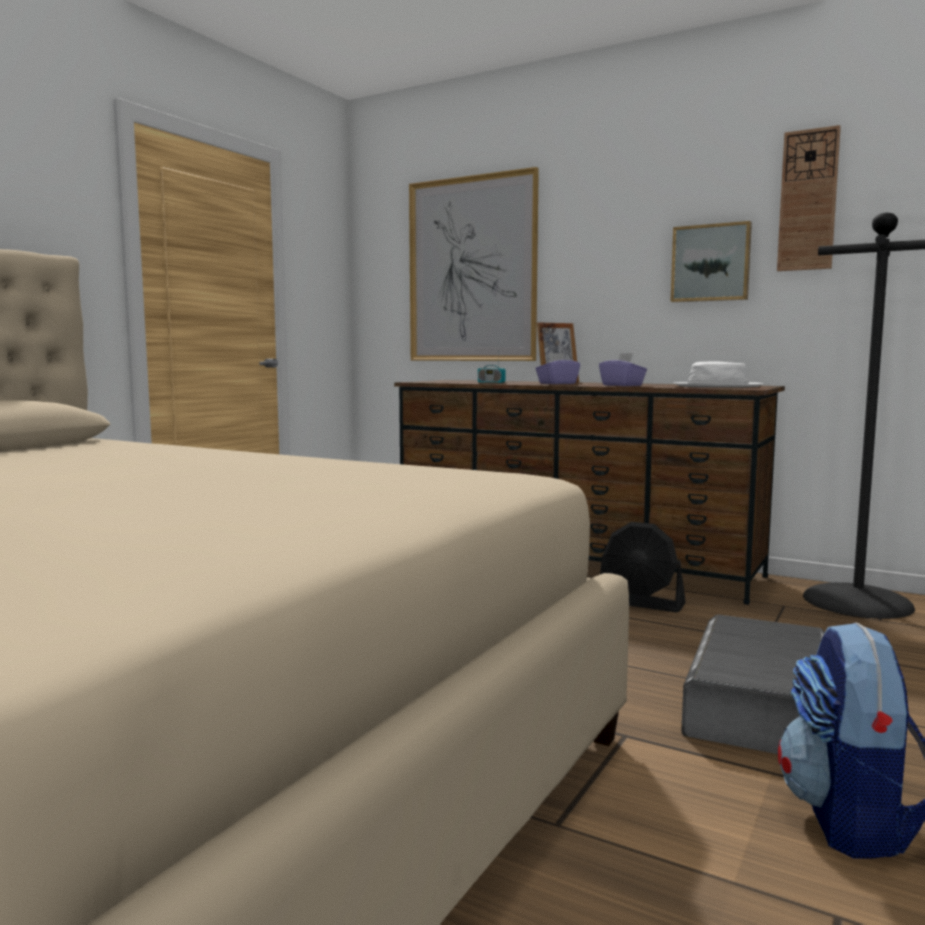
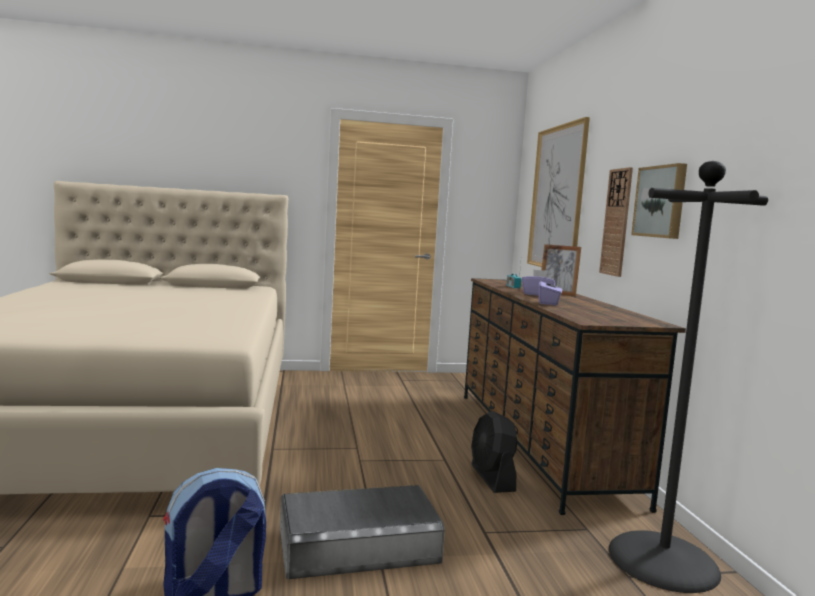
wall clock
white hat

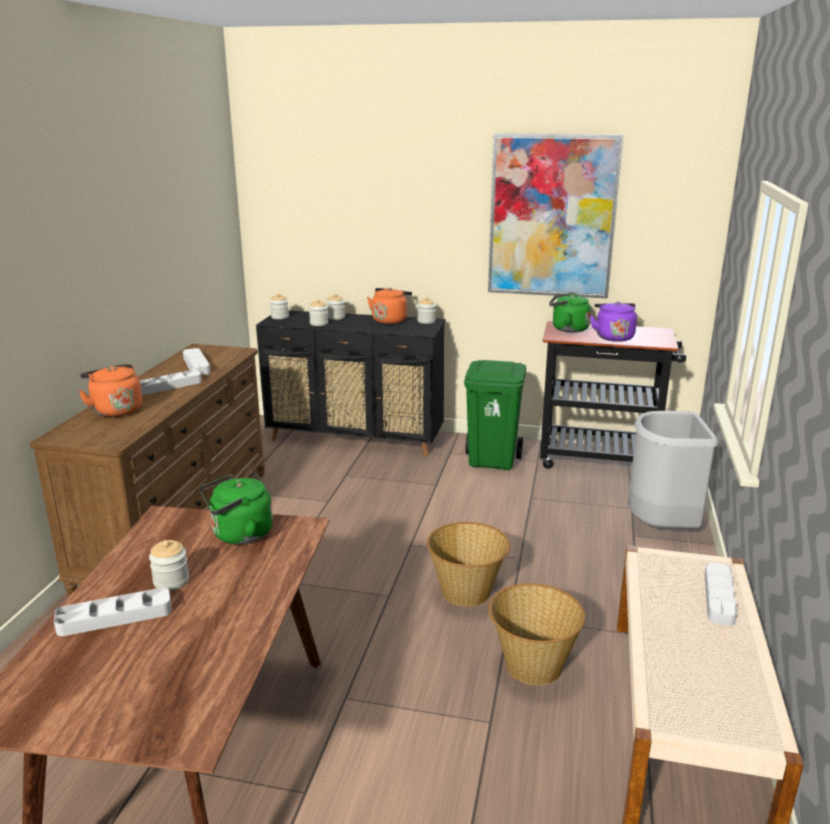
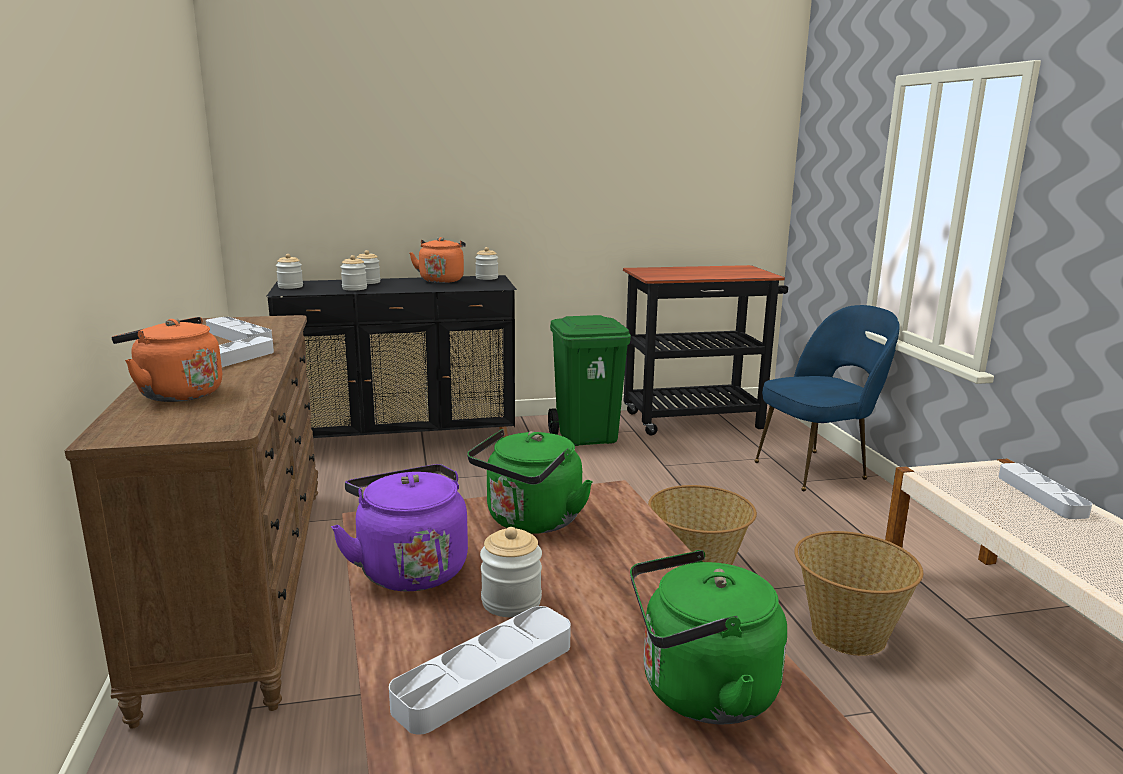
picture
green kettle (2nd from left)
purple kettle
blue chair

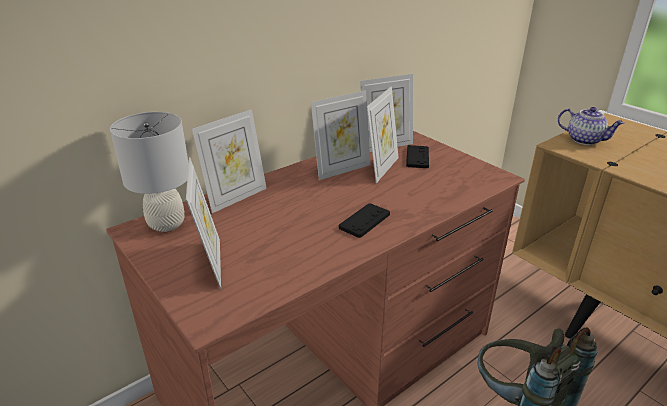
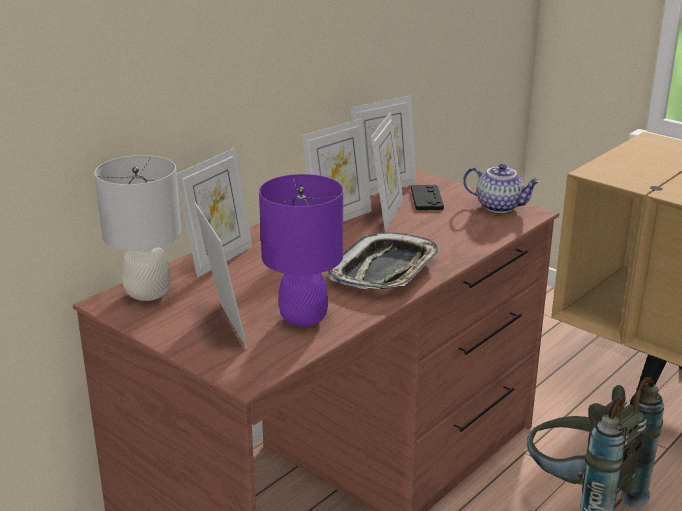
teapot
tray
purple table lamp

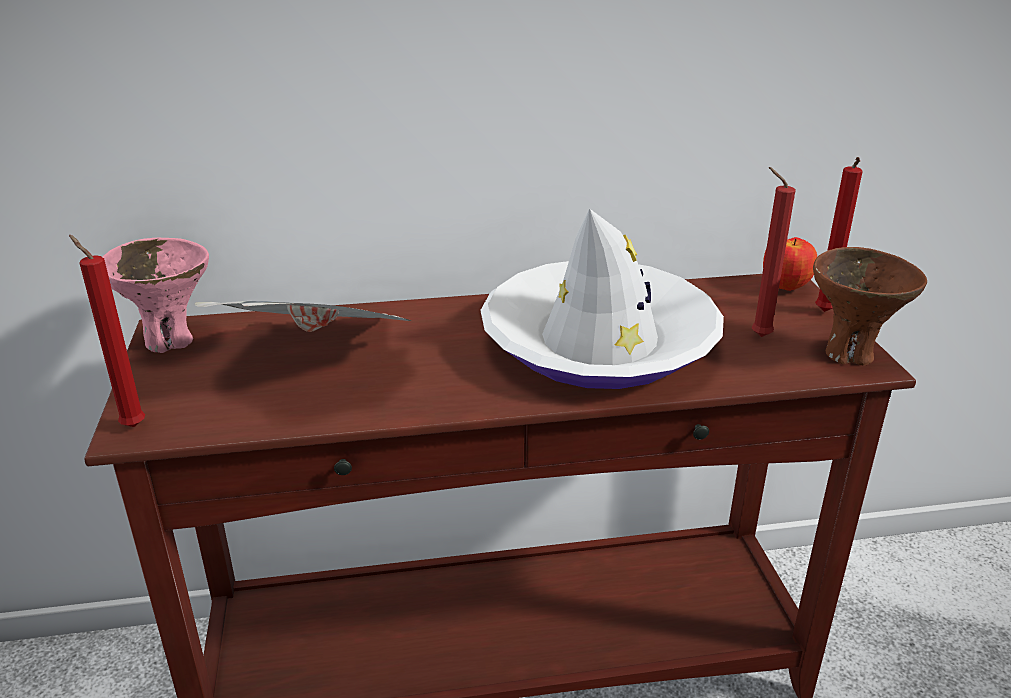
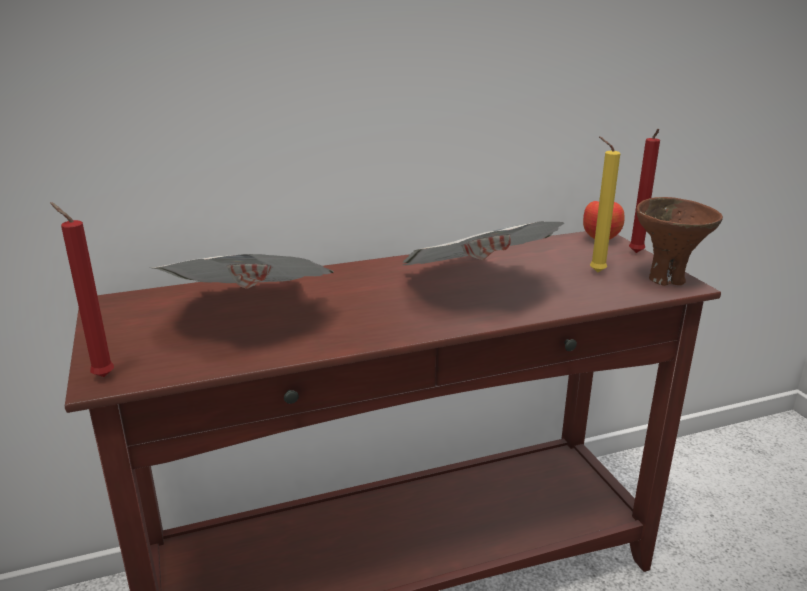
yellow candle
newspaper (2nd from left)
pink bowl

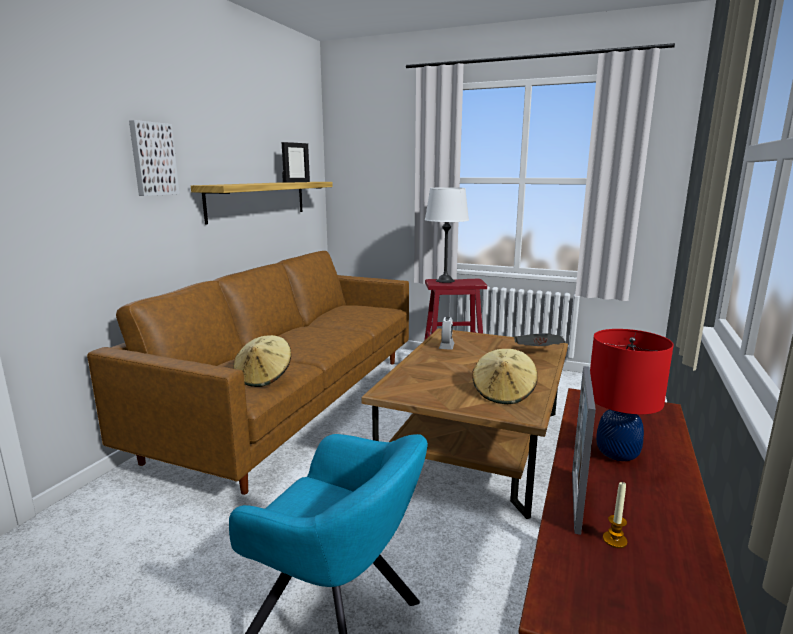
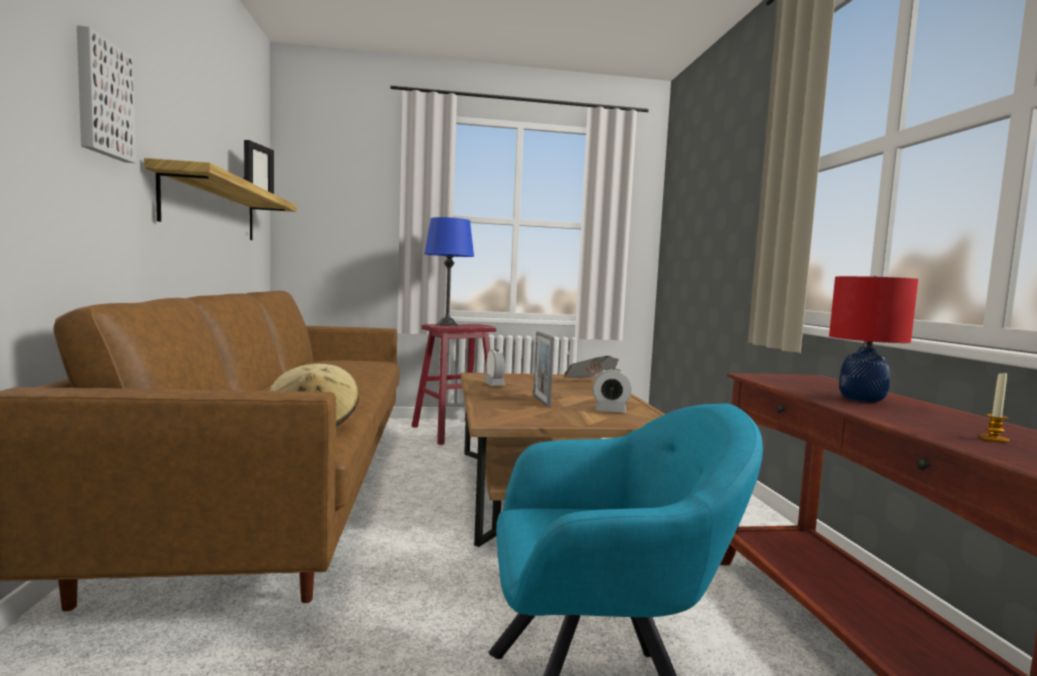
blue table lamp
alarm clock (2nd from left)
picture frame (2nd from left)

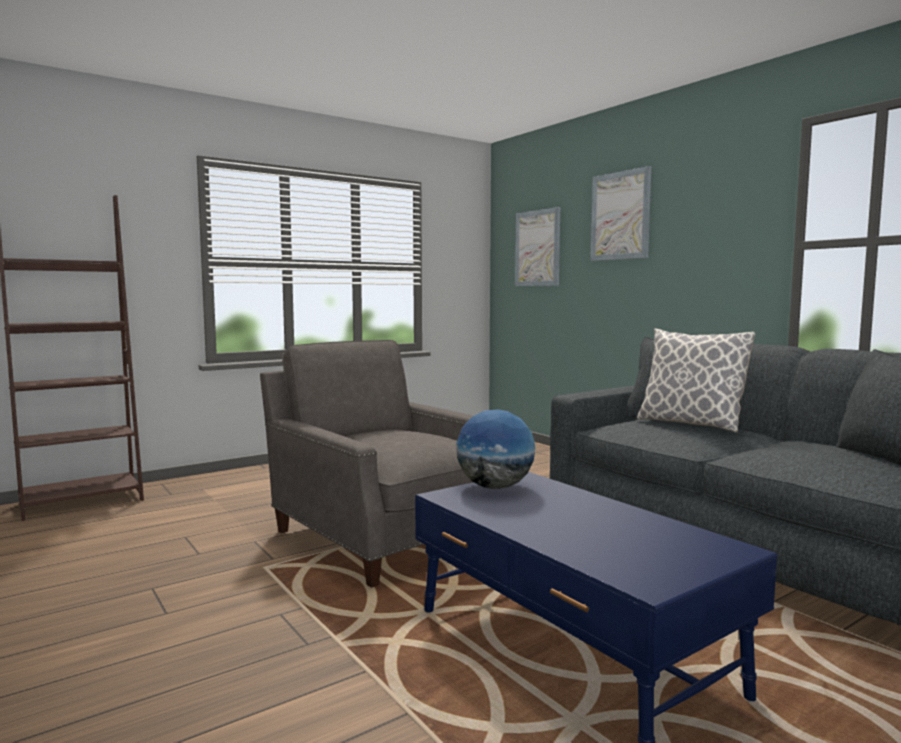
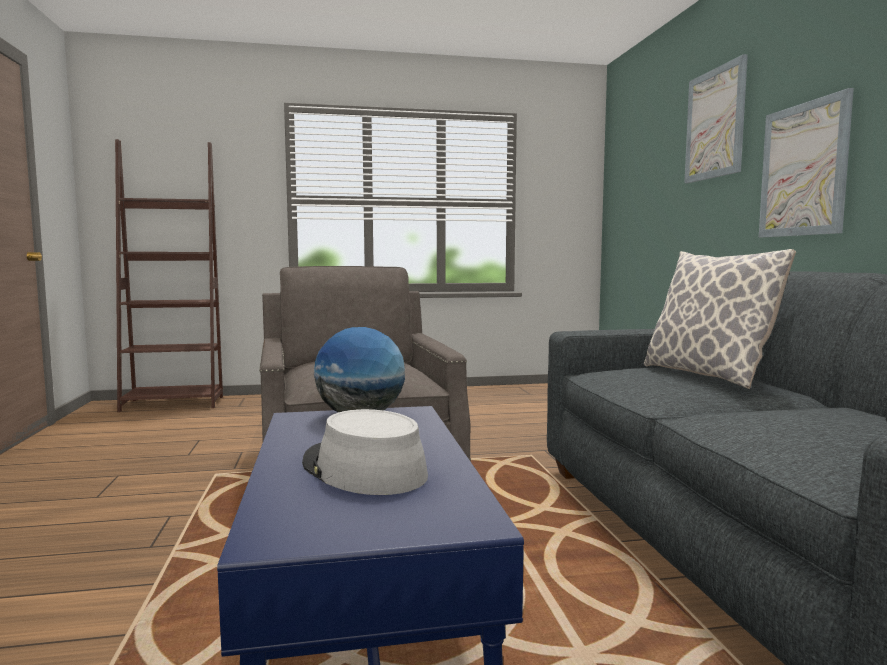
picture (2nd from left)
grey hat

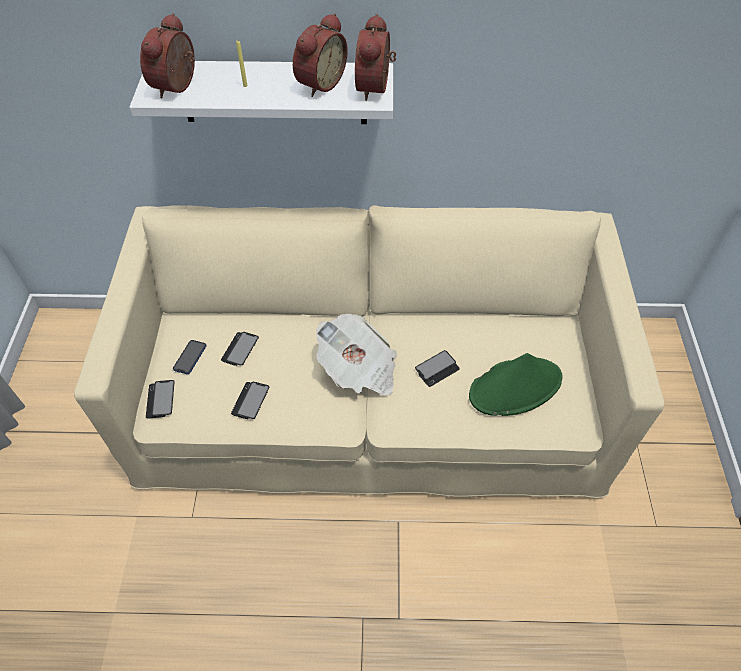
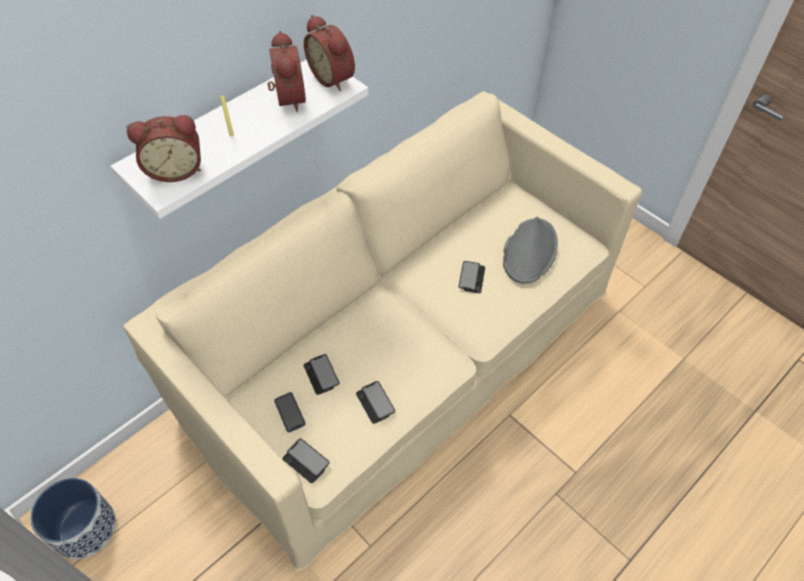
alarm clock (1st from left)
newspaper
grey hat
planter

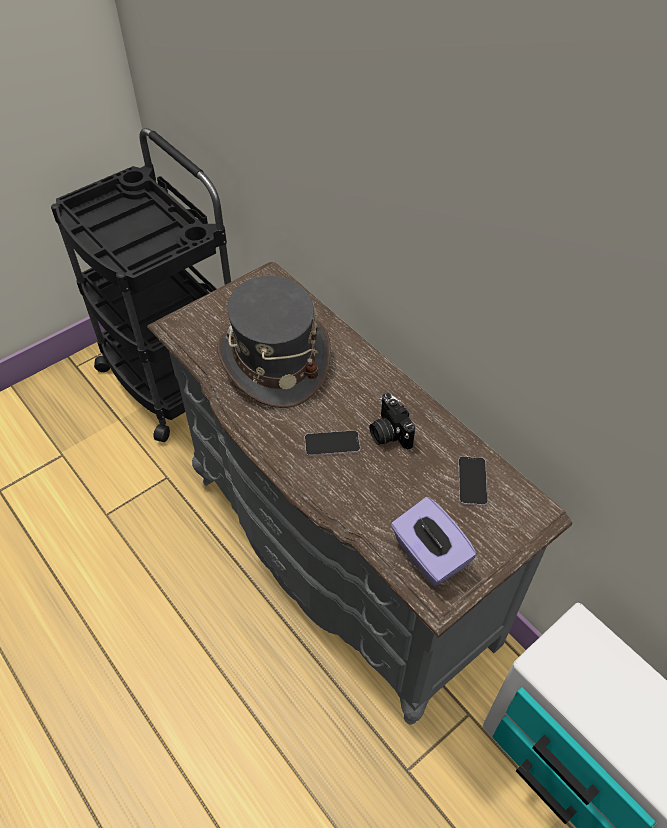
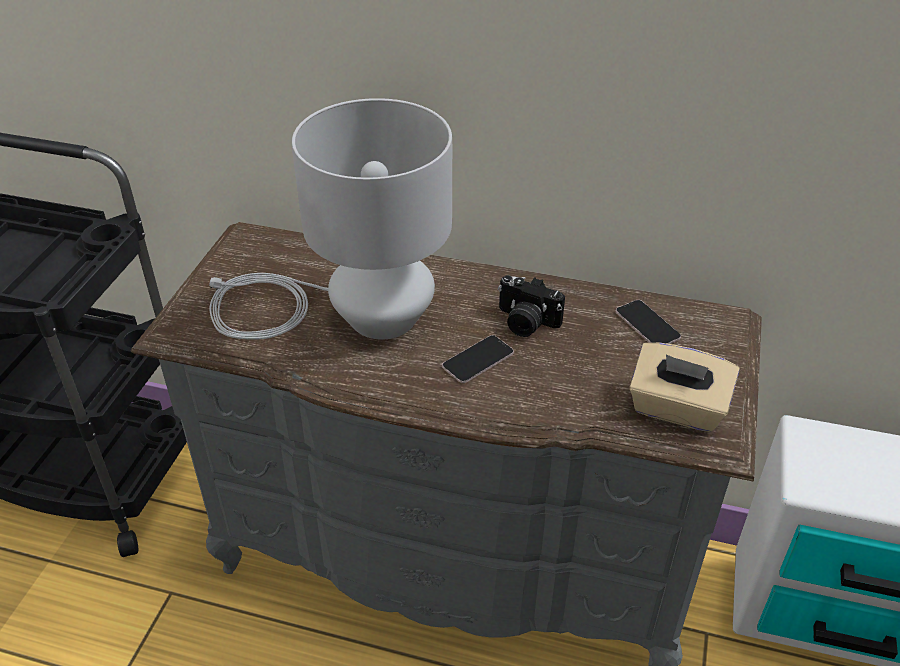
white table lamp
beige tissue box

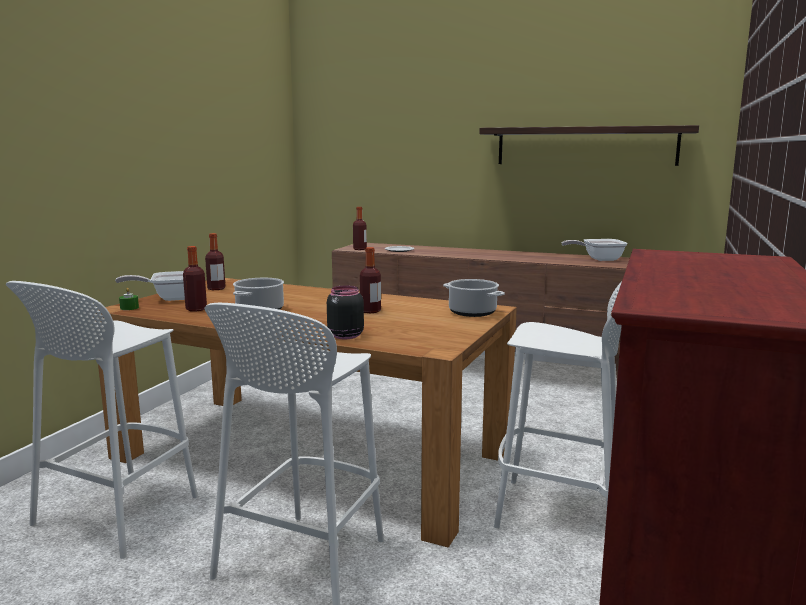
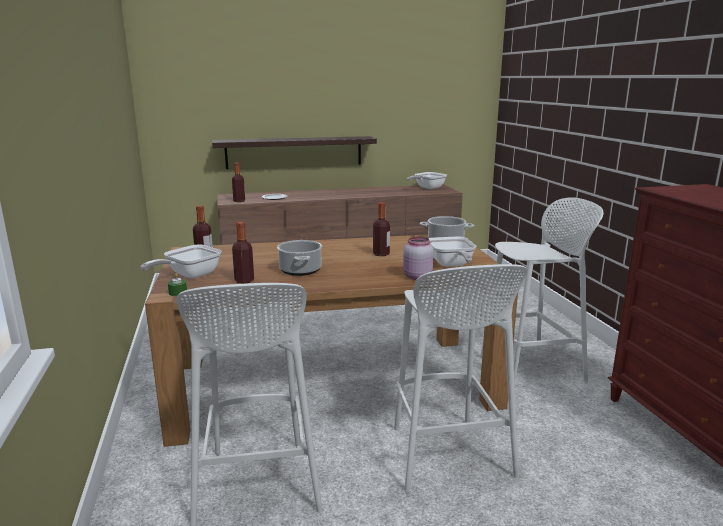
shelf
pink jar
frying pan (3rd from left)

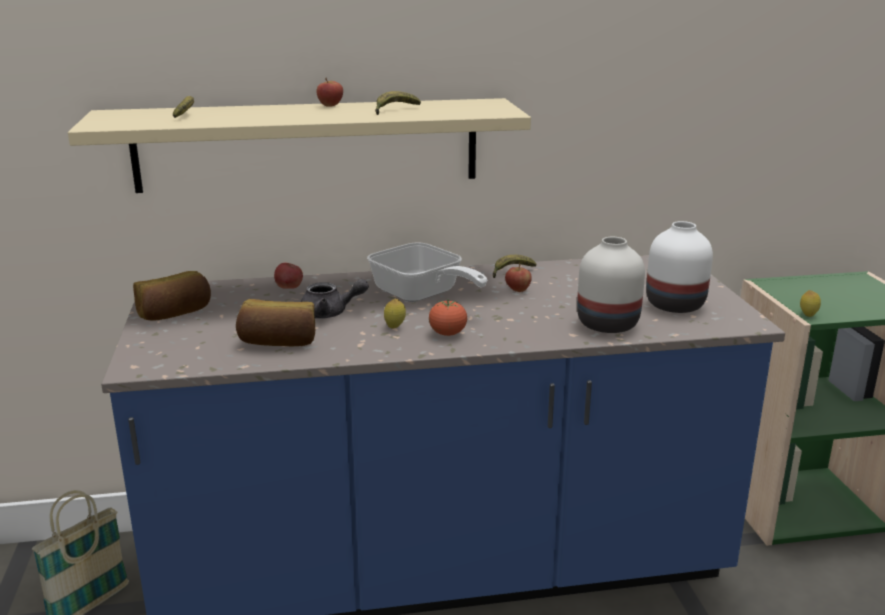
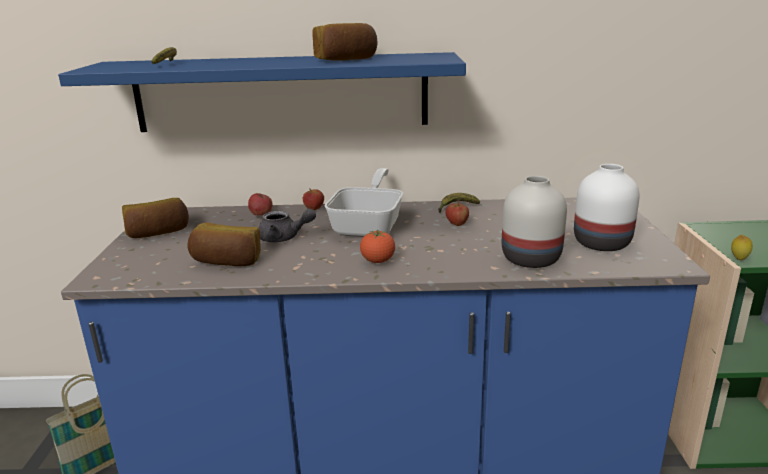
apple (2nd from left)
bread (3rd from left)
blue shelf
frying pan
lemon (1st from left in the first image)

